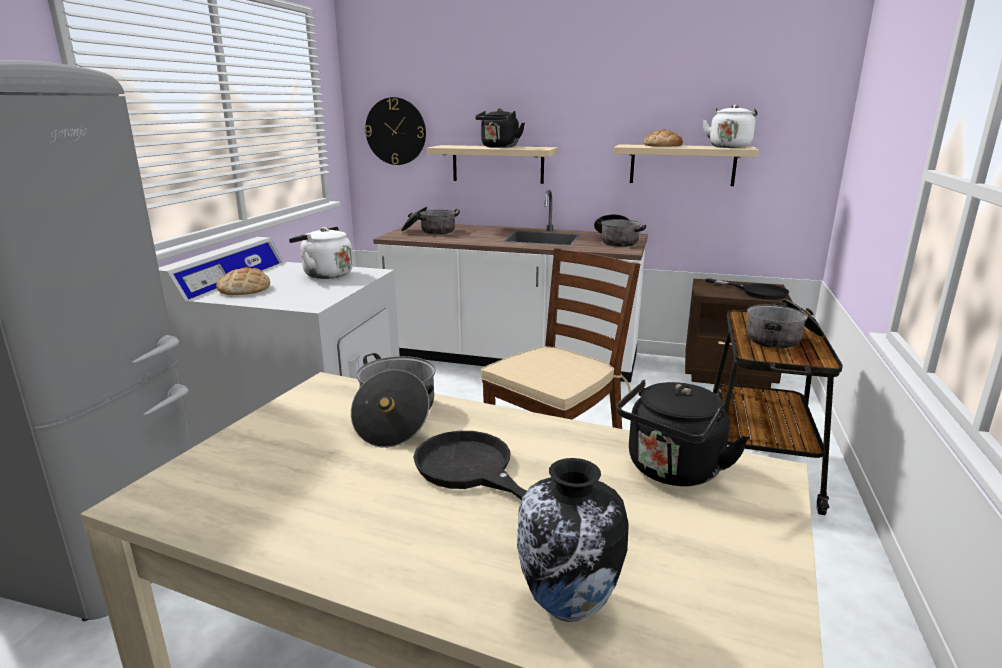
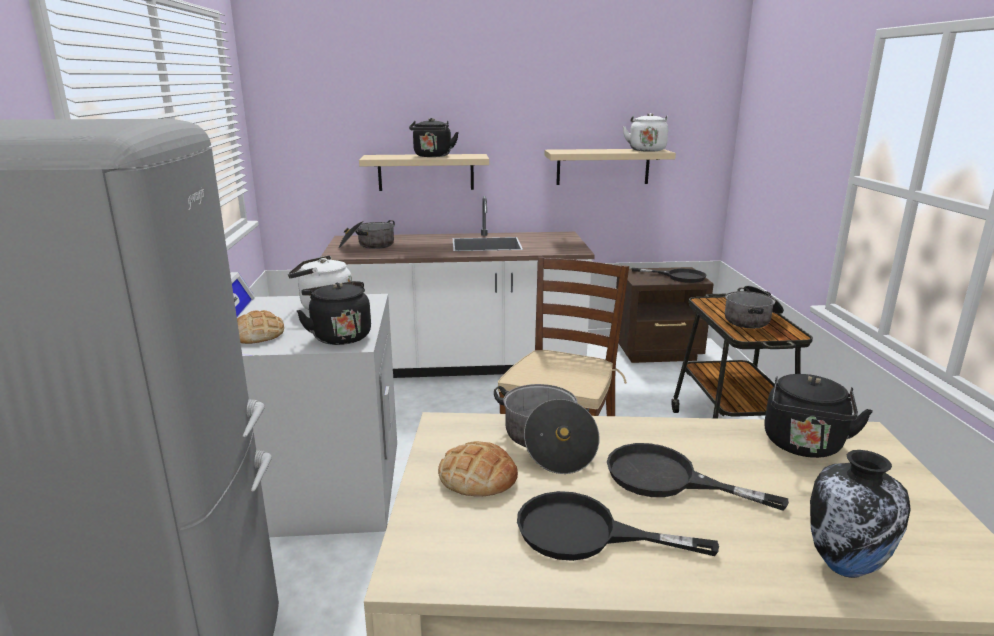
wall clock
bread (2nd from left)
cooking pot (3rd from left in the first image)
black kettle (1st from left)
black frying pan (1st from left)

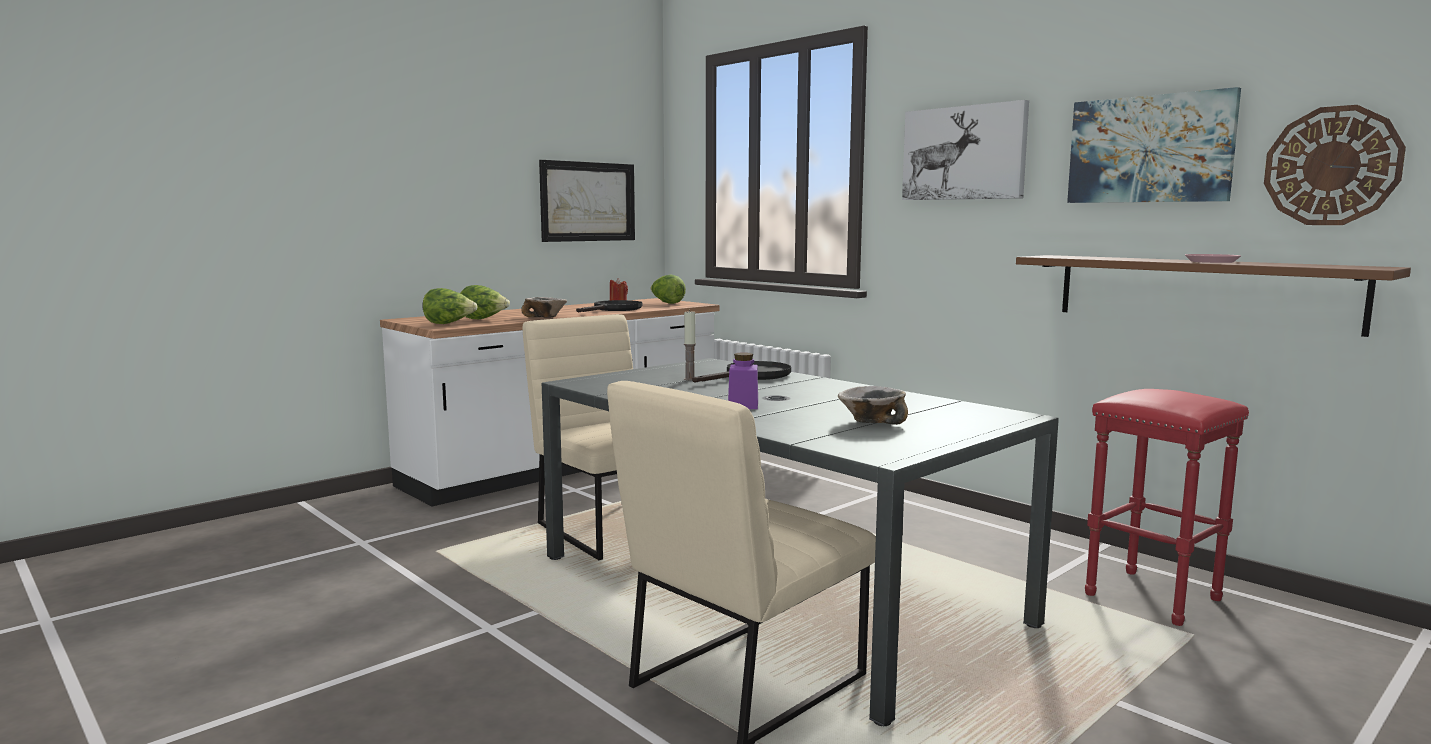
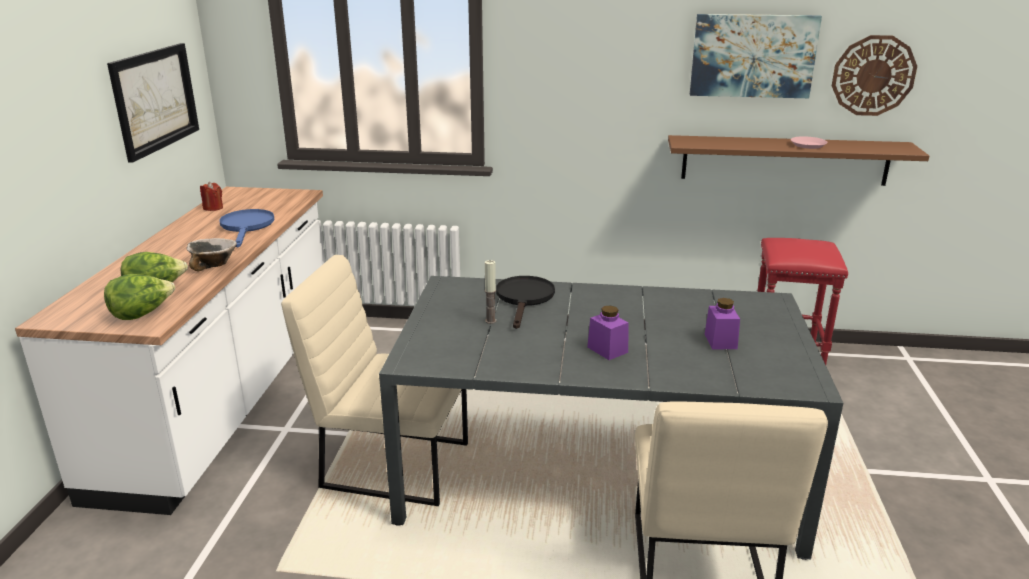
picture (2nd from left in the first image)
lettuce (3rd from left in the first image)
blue frying pan
purple jar (2nd from left)

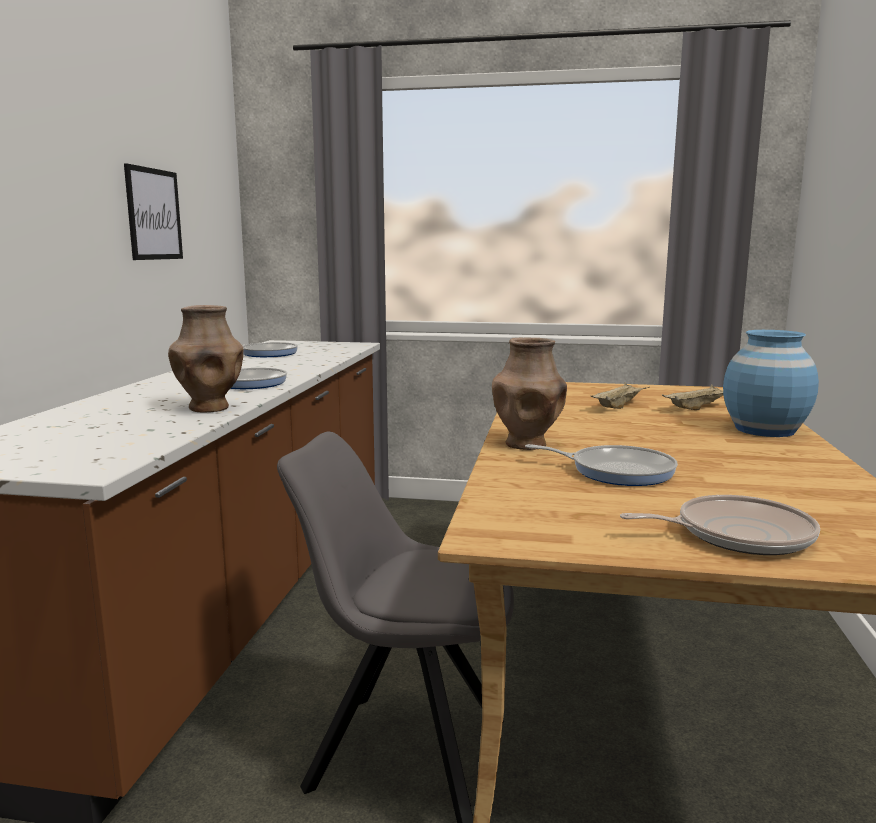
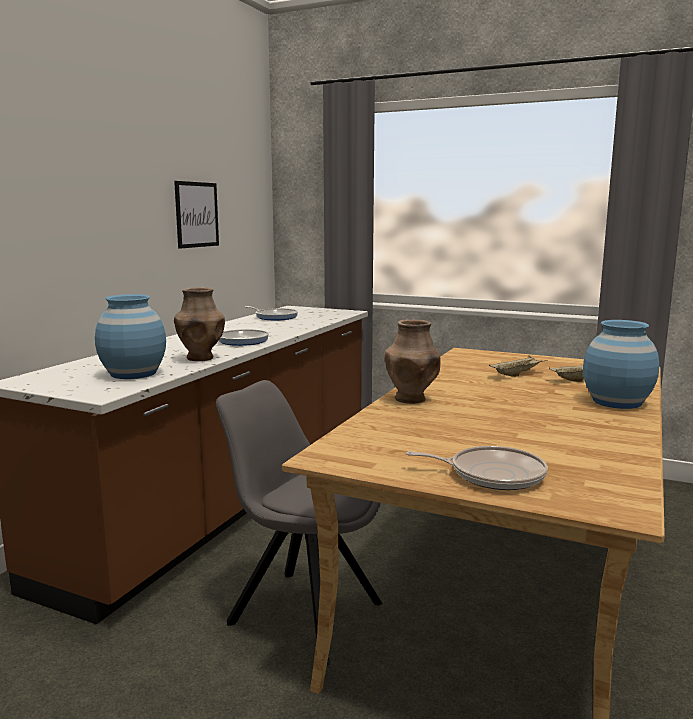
frying pan (3rd from left in the first image)
blue vase (1st from left)

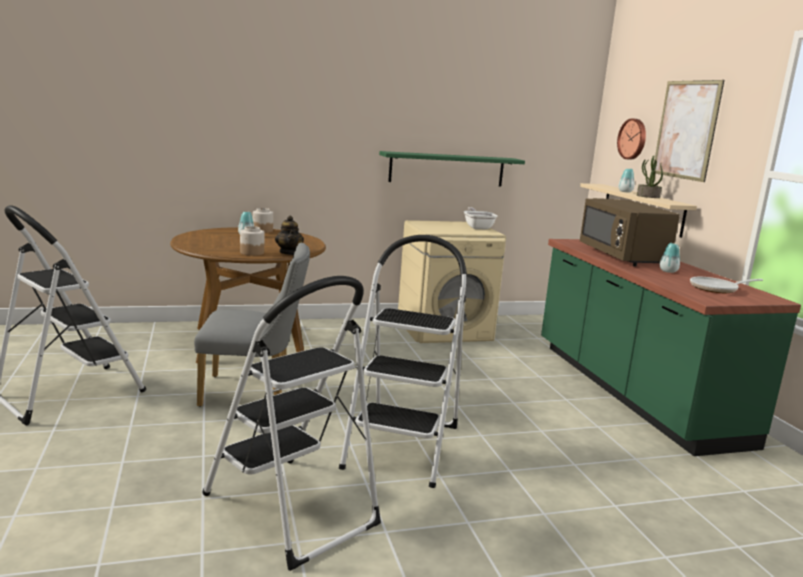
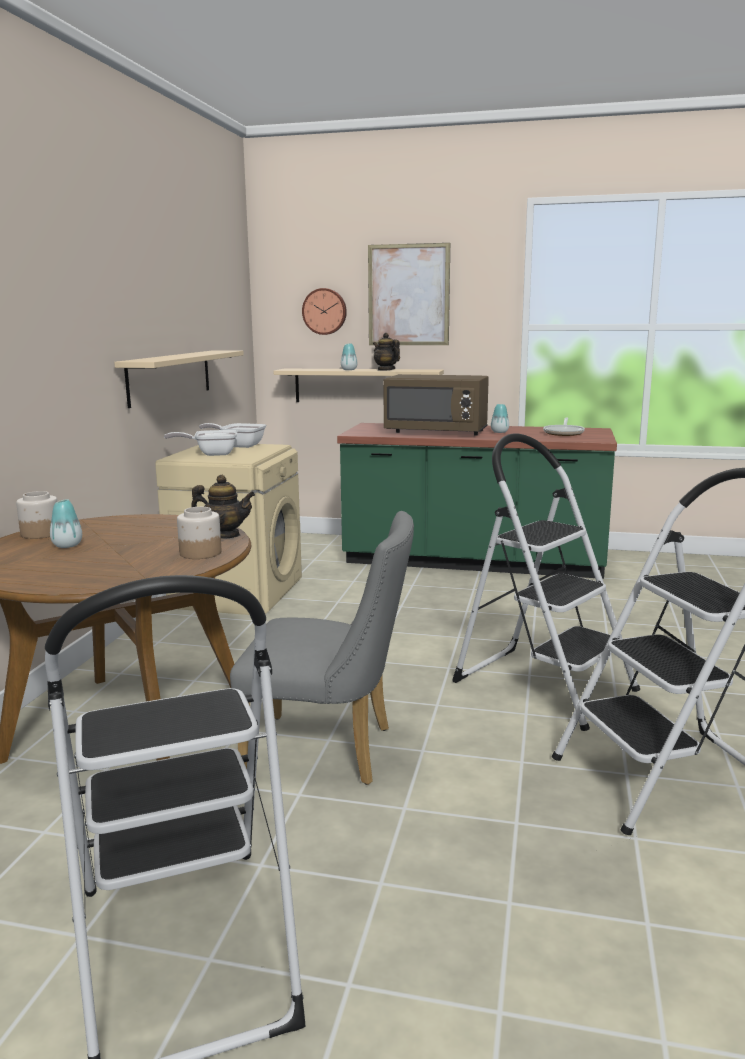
beige shelf (1st from left)
teapot (2nd from left)
grey chair
frying pan (1st from left)

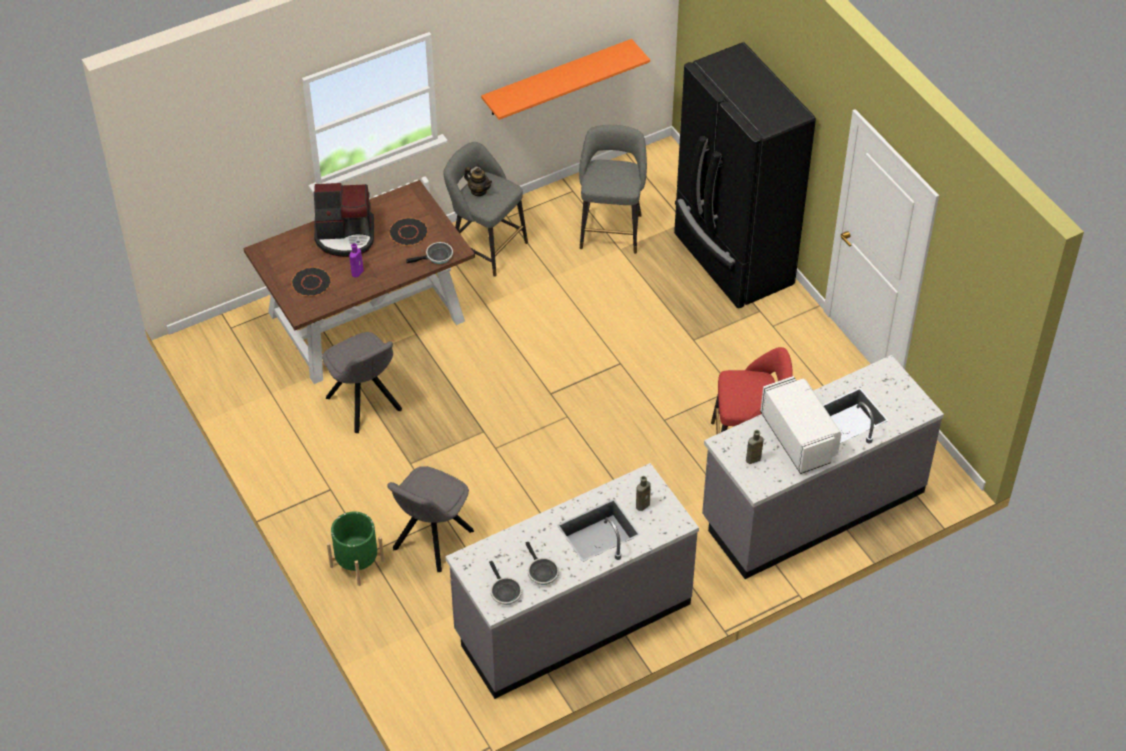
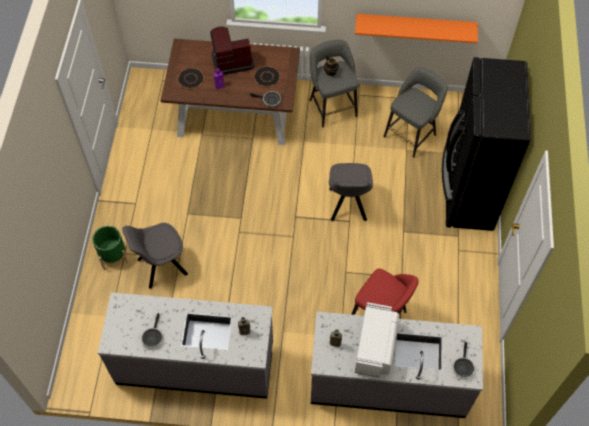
coffee machine
grey chair (2nd from left)
frying pan (3rd from left)

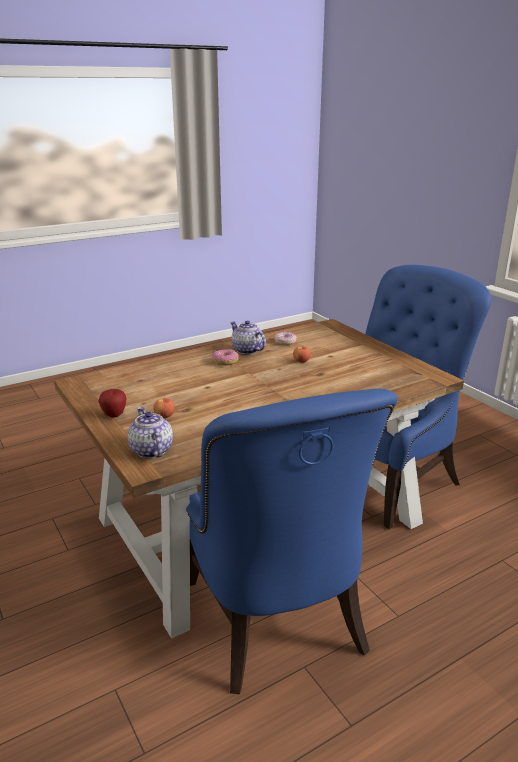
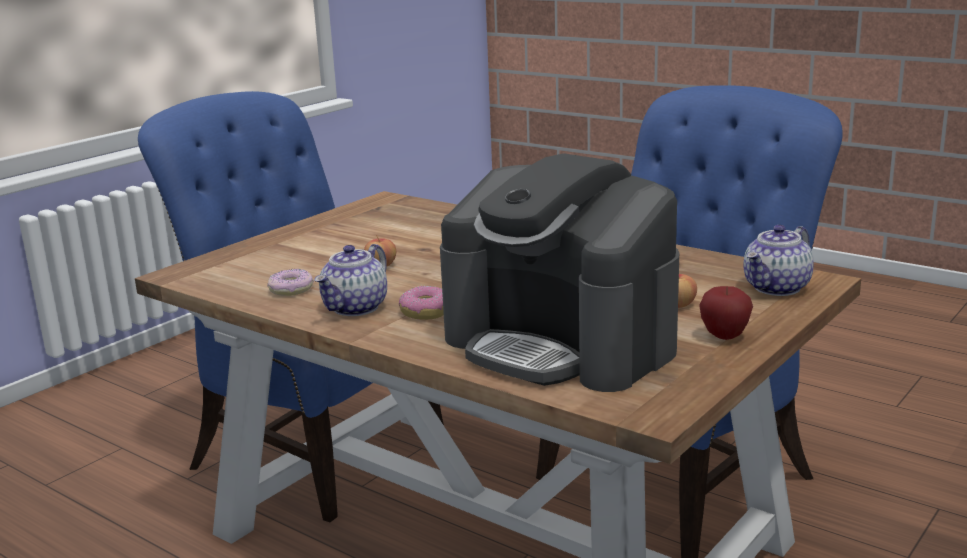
coffee machine

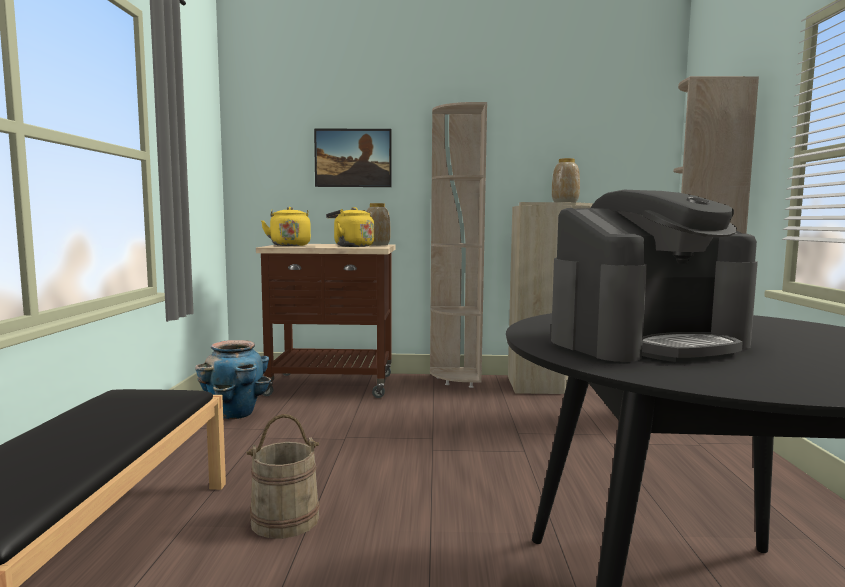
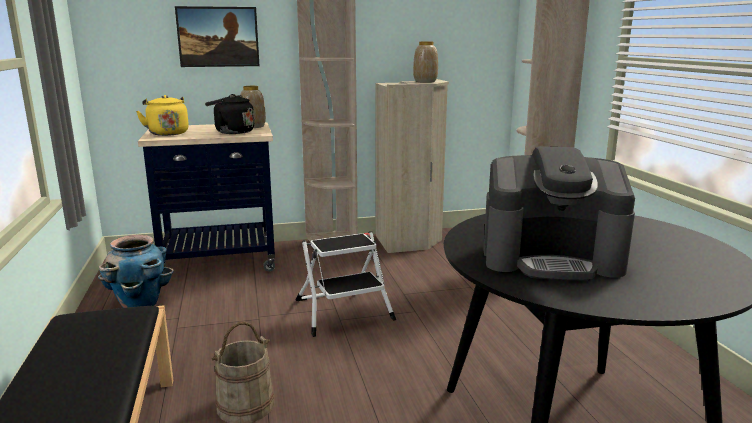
coffee machine
black kettle
blue cart
step ladder

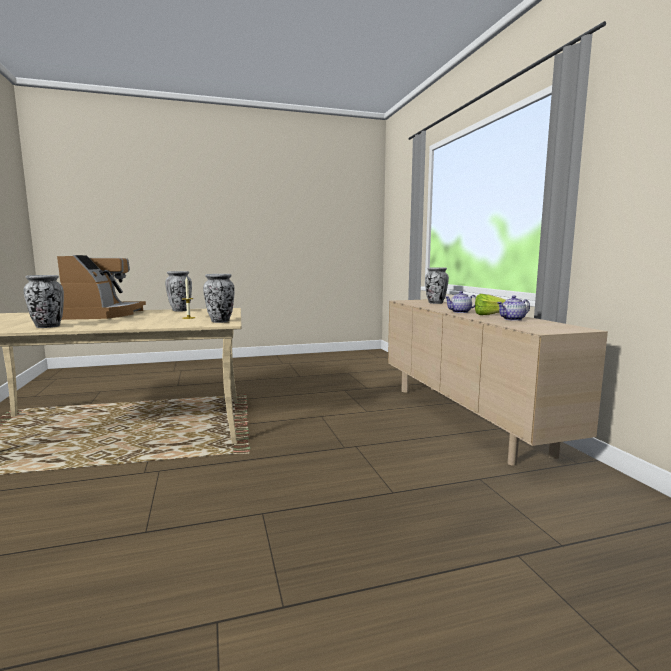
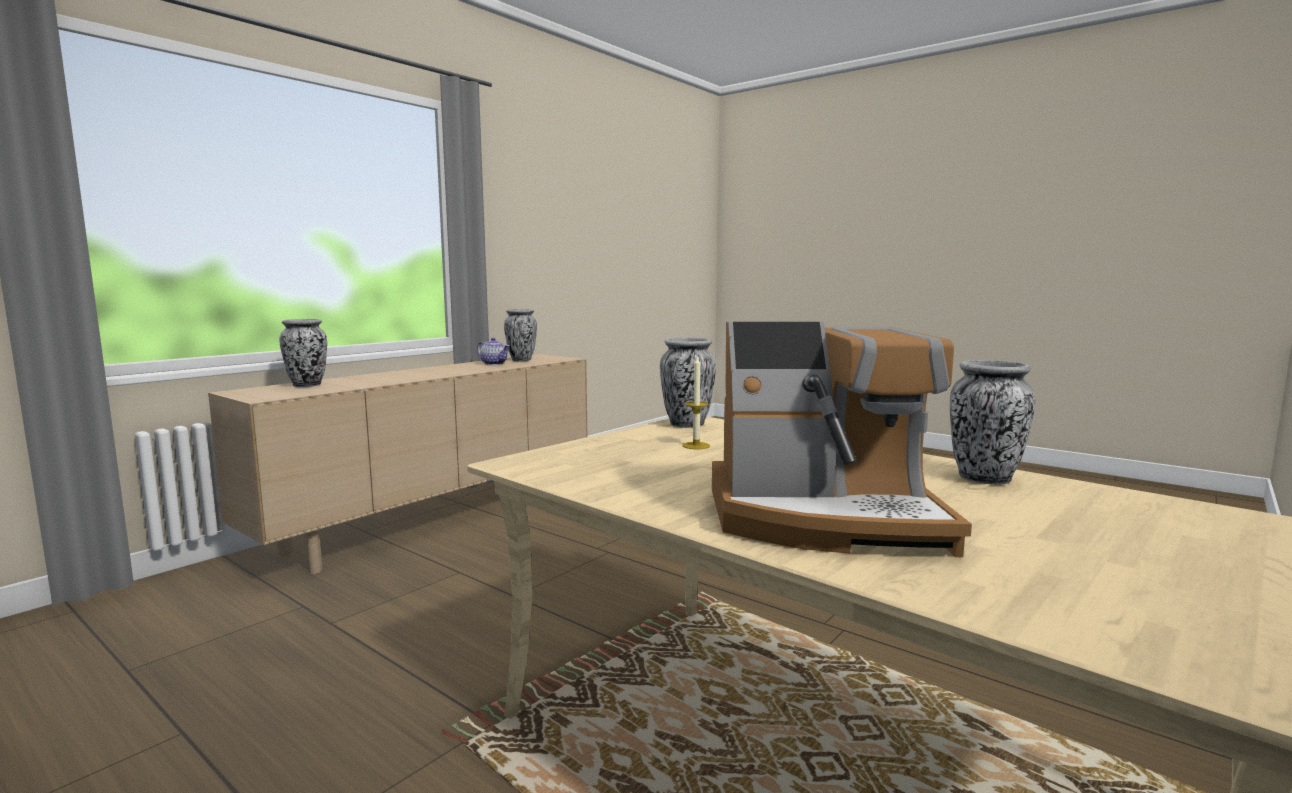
coffee machine
vase (2nd from left)
teapot (1st from left in the first image)
lettuce

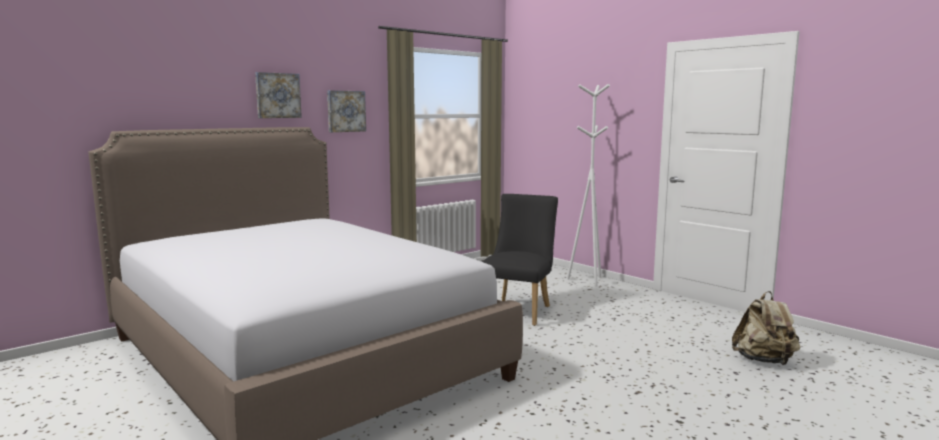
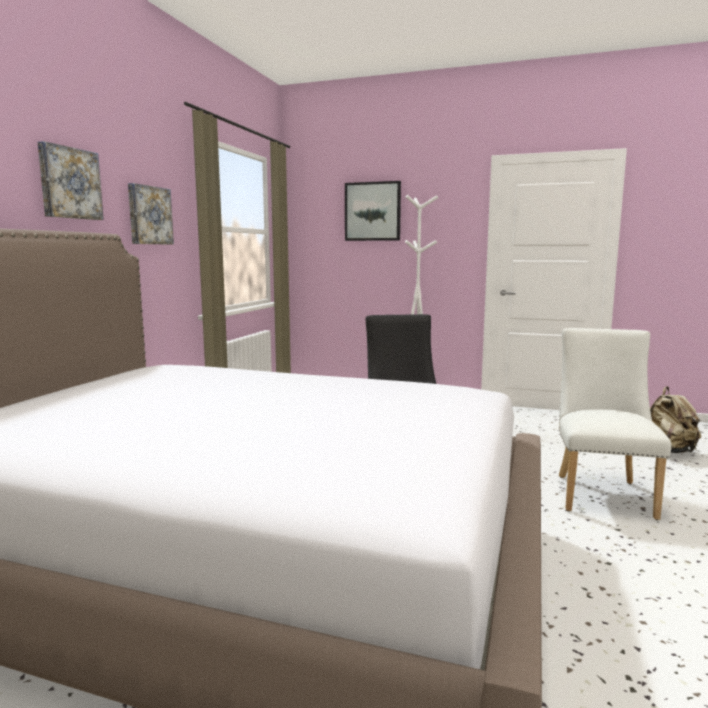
picture (3rd from left)
white chair

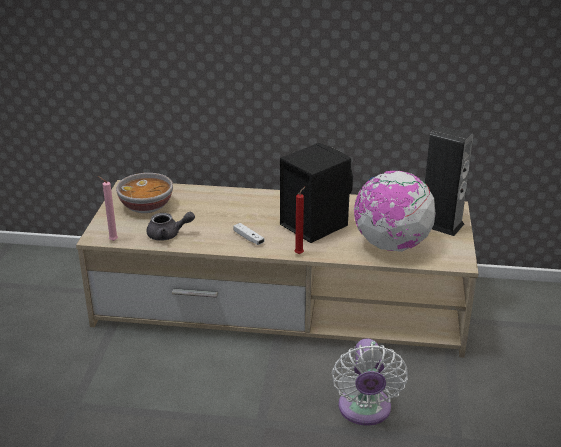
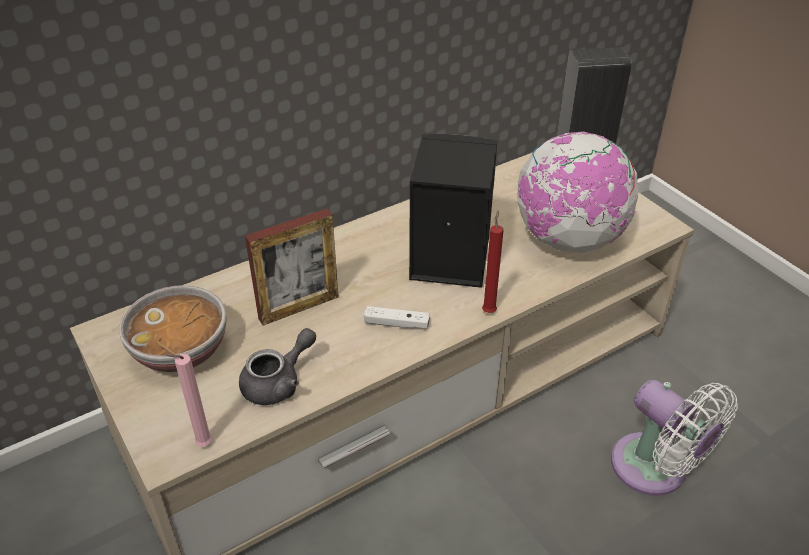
picture frame

